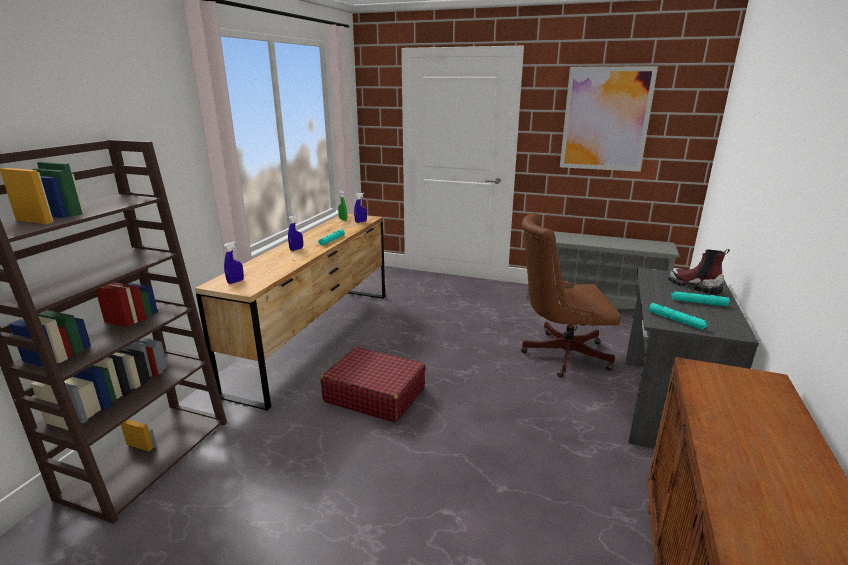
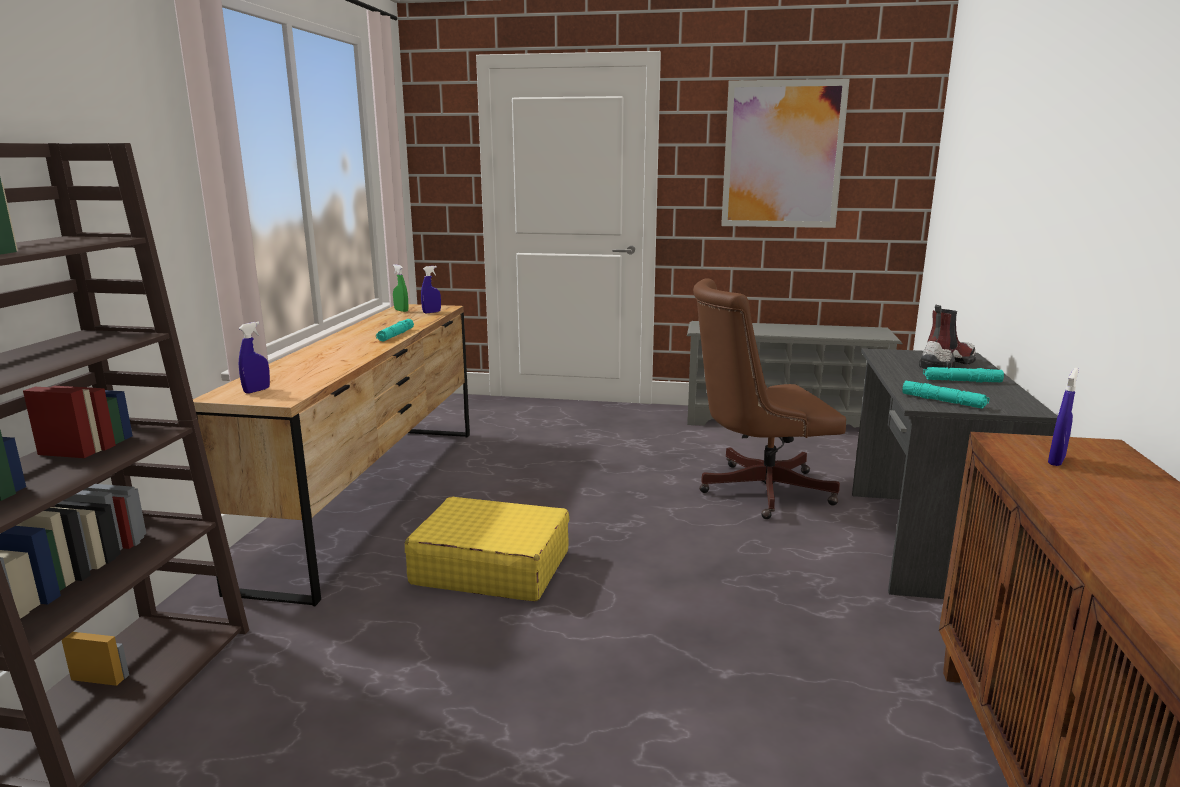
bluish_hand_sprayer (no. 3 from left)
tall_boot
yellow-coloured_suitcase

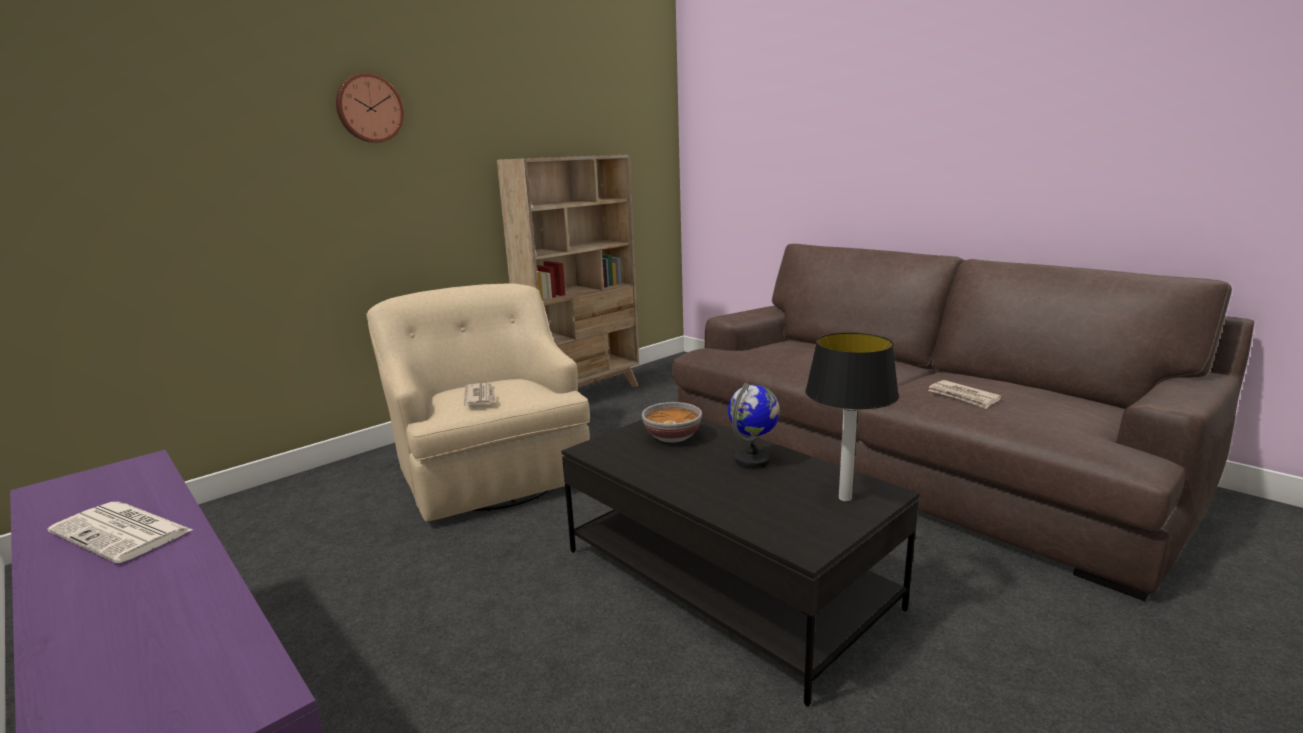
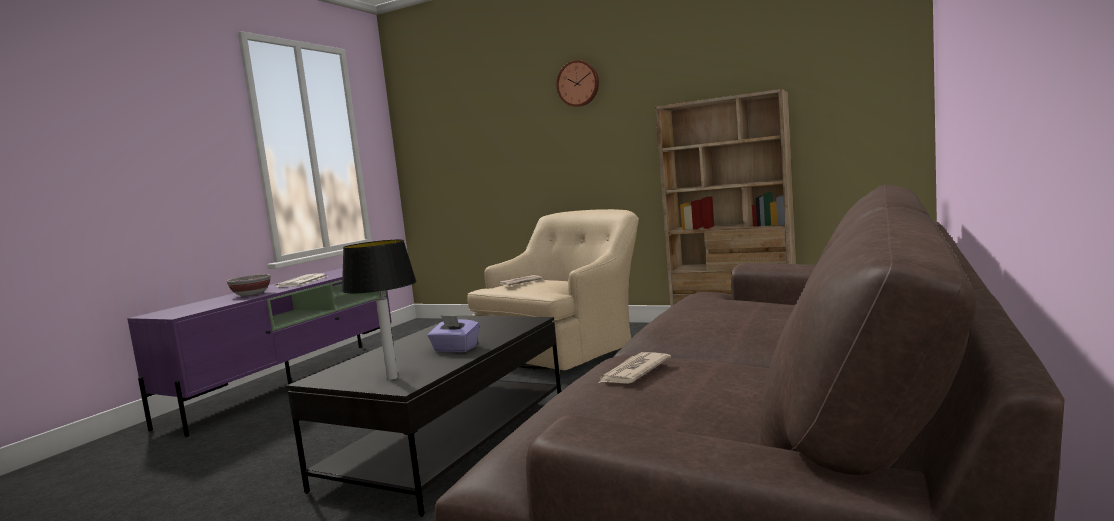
purple-coloured_tissue_holder
serving_bowl

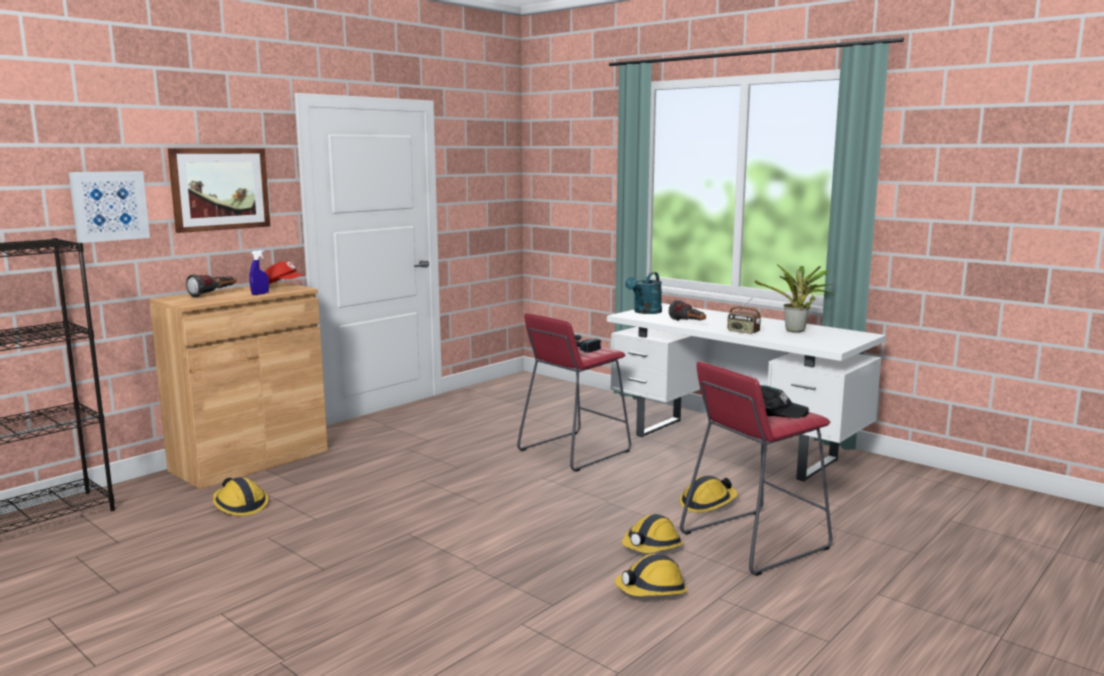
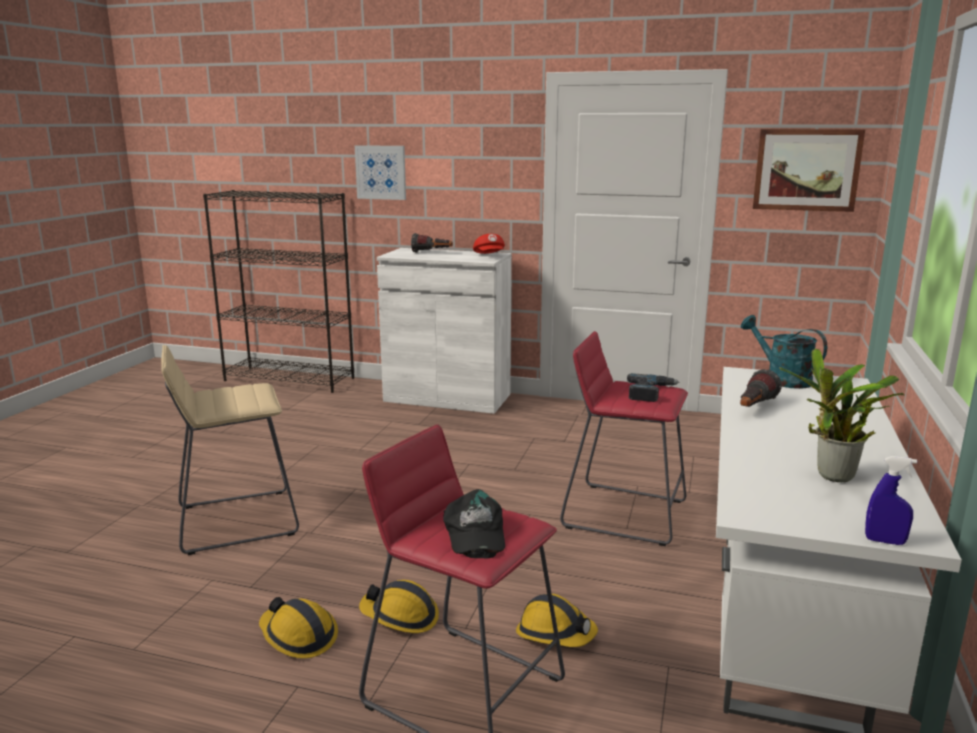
wall_art (no. 2 from left)
bluish_hand_sprayer
turquoise_watering_can
whitish_cupboard
radio_set
safety_helmet (no. 1 from left in the first image)
beige_stool_seat

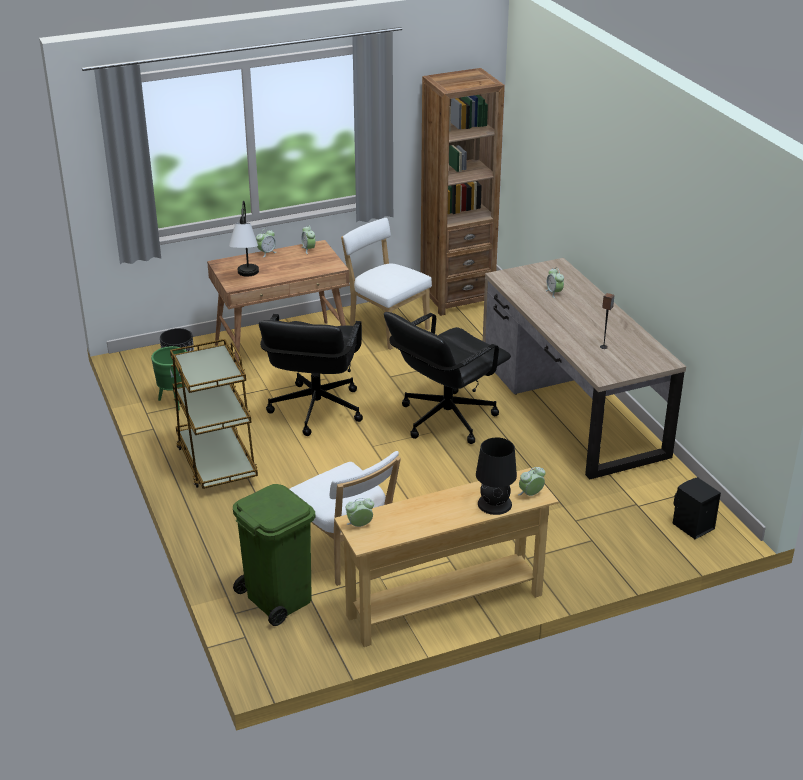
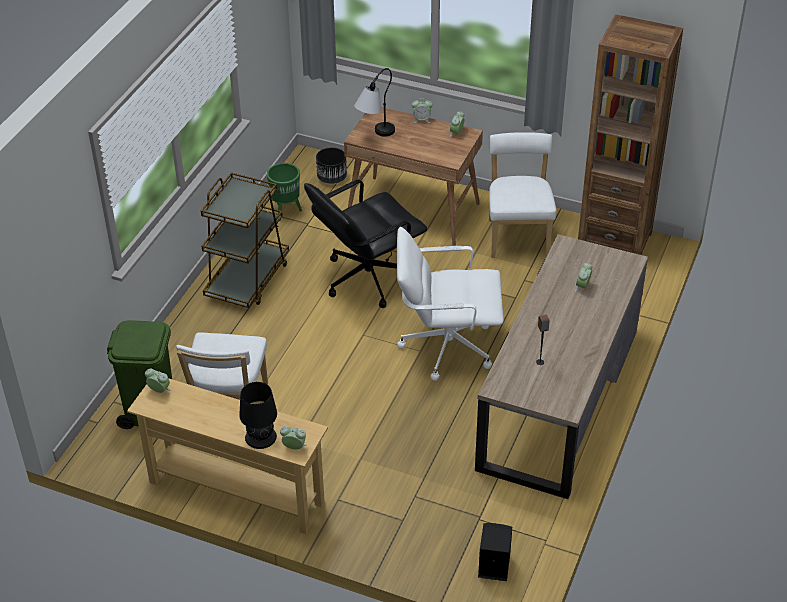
whitish_desk_chair

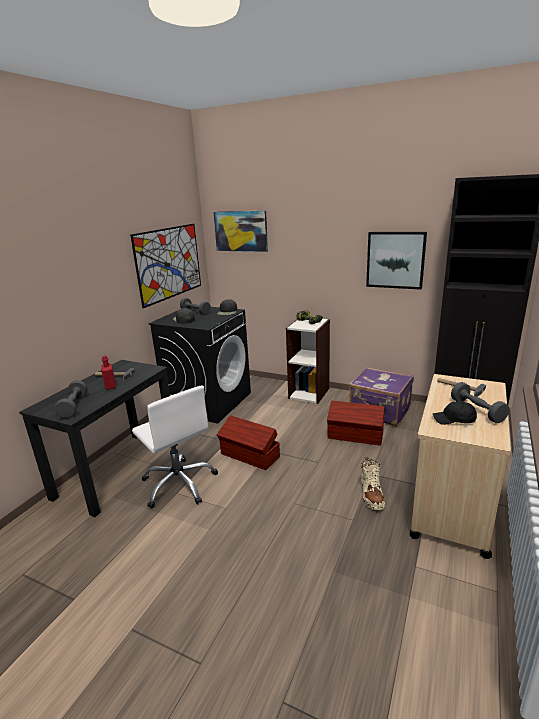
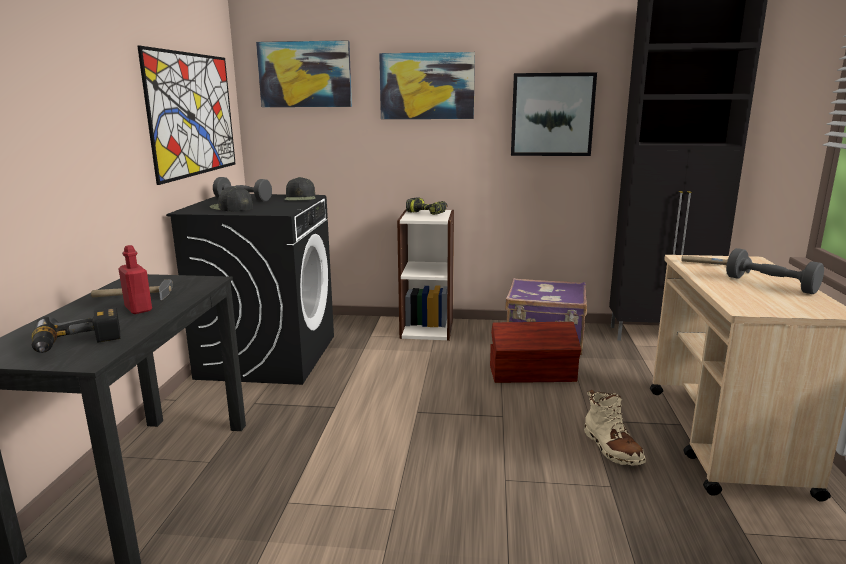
power_drill (no. 1 from left)
whitish_desk_chair
black-coloured_baseball_cap (no. 3 from left in the first image)
brown-coloured_storage_box (no. 1 from left in the first image)
wall_art (no. 3 from left)

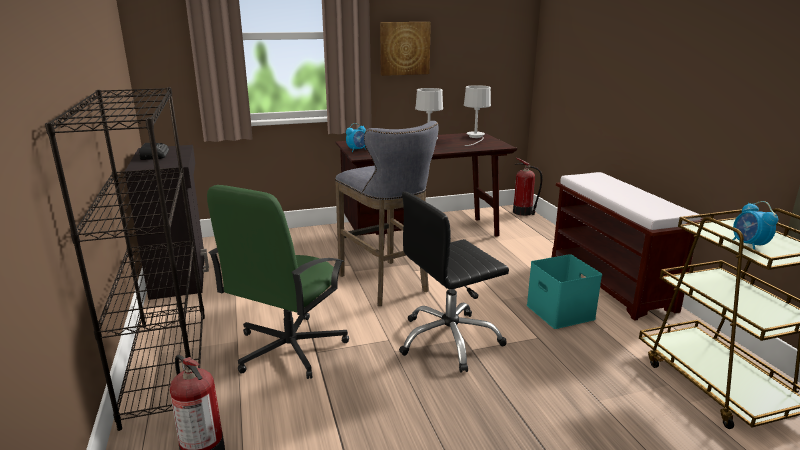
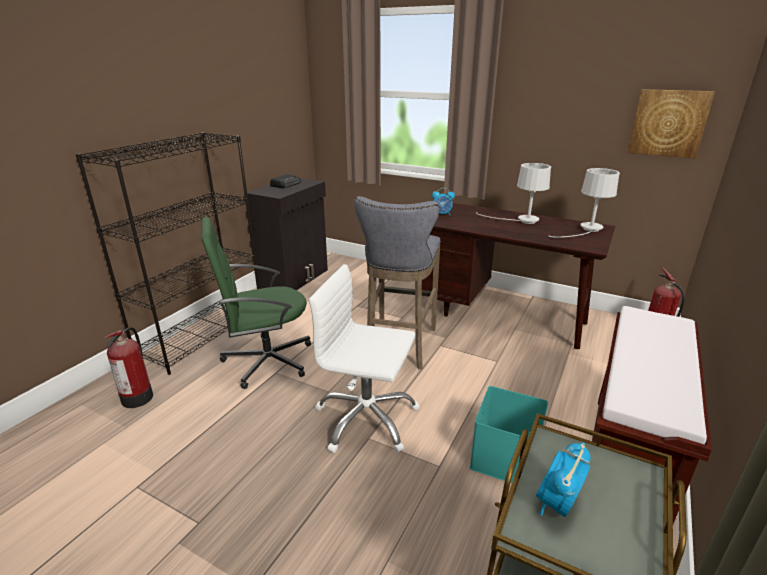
wall_art
whitish_desk_chair

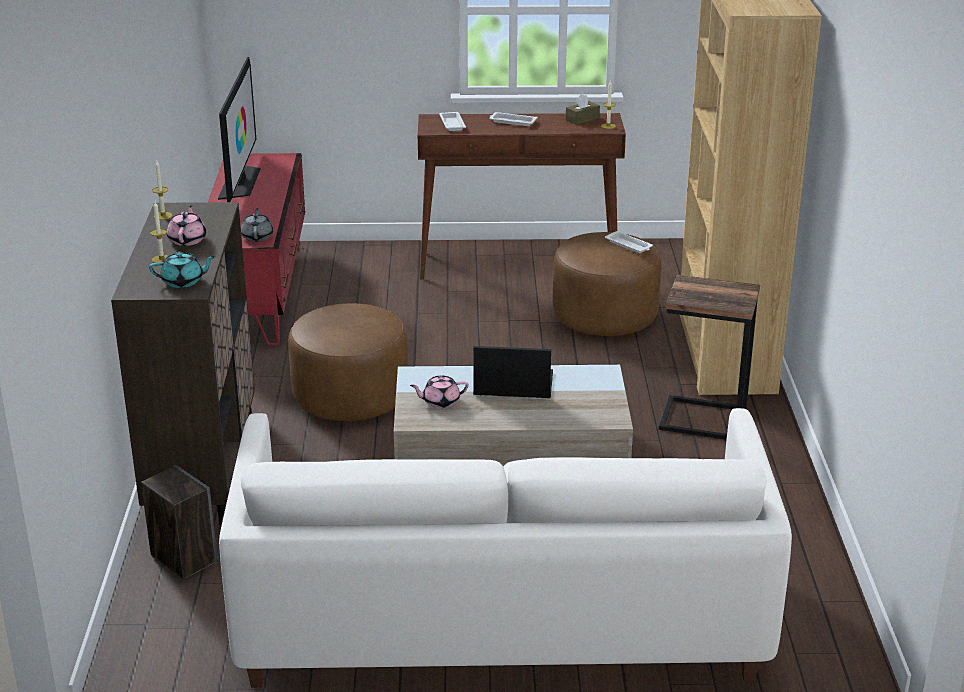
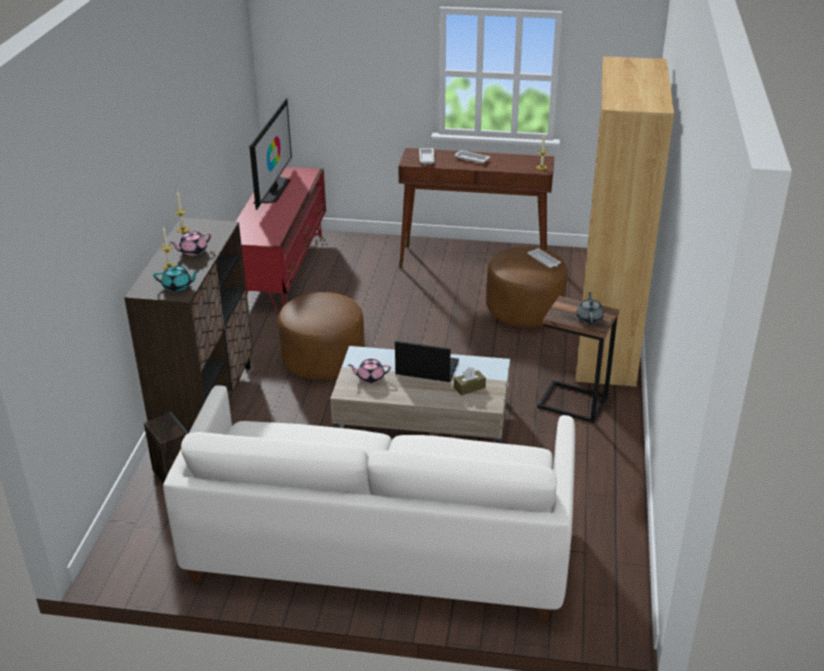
brown-coloured_tissue_holder
pink_tea_pot (no. 1 from left)
gray_tea_pot

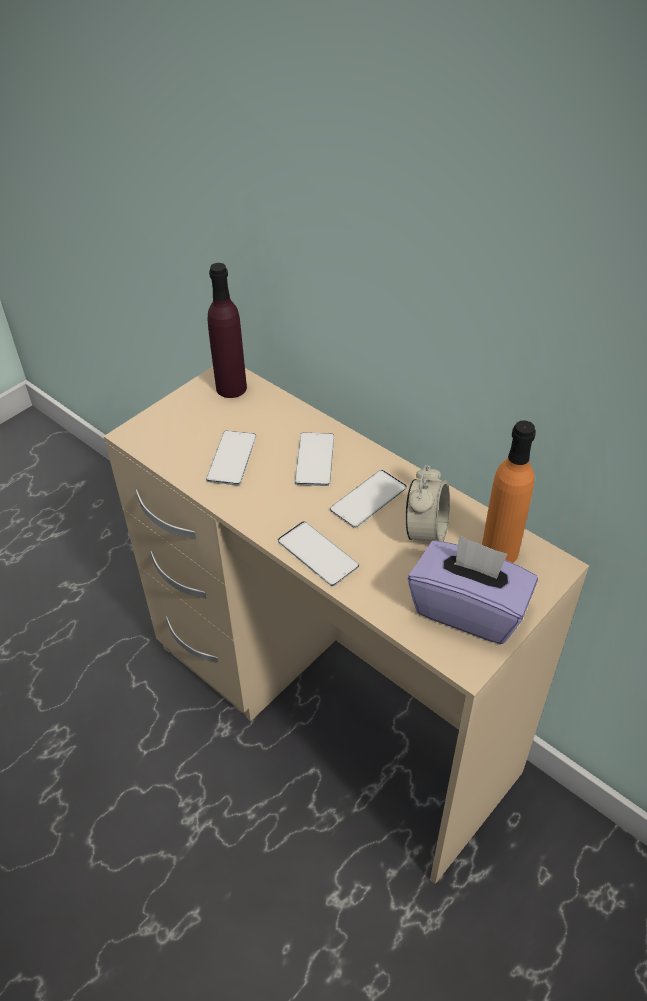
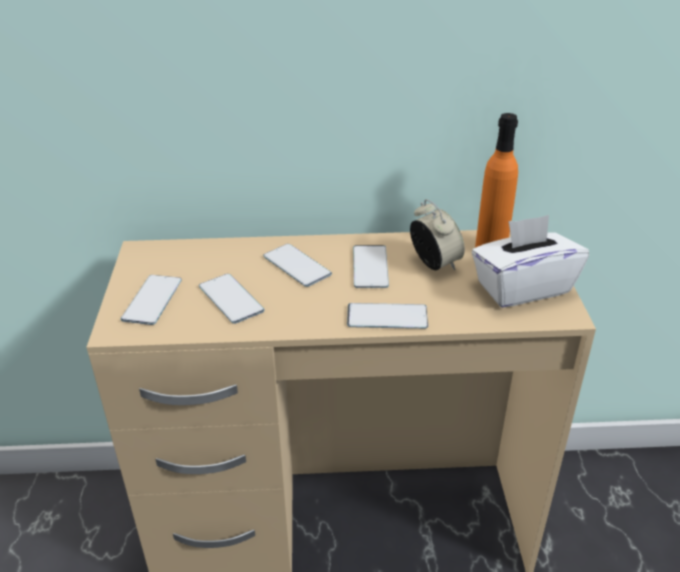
purple-coloured_drink_bottle
whitish_tissue_holder
handset (no. 1 from left)

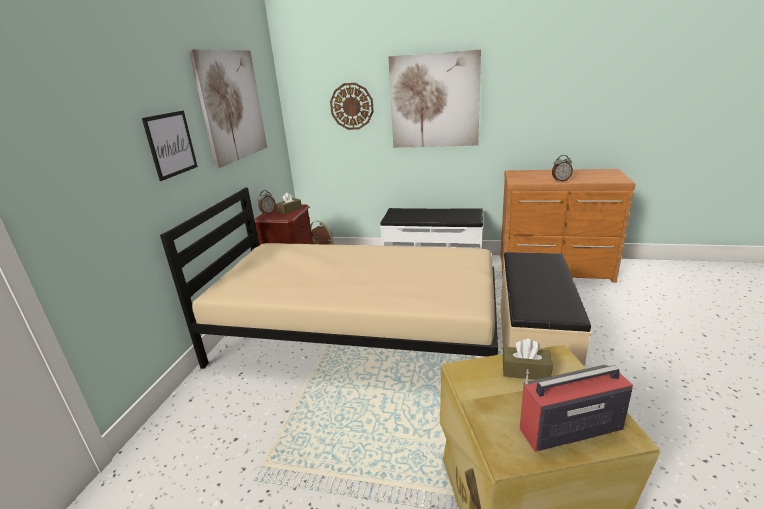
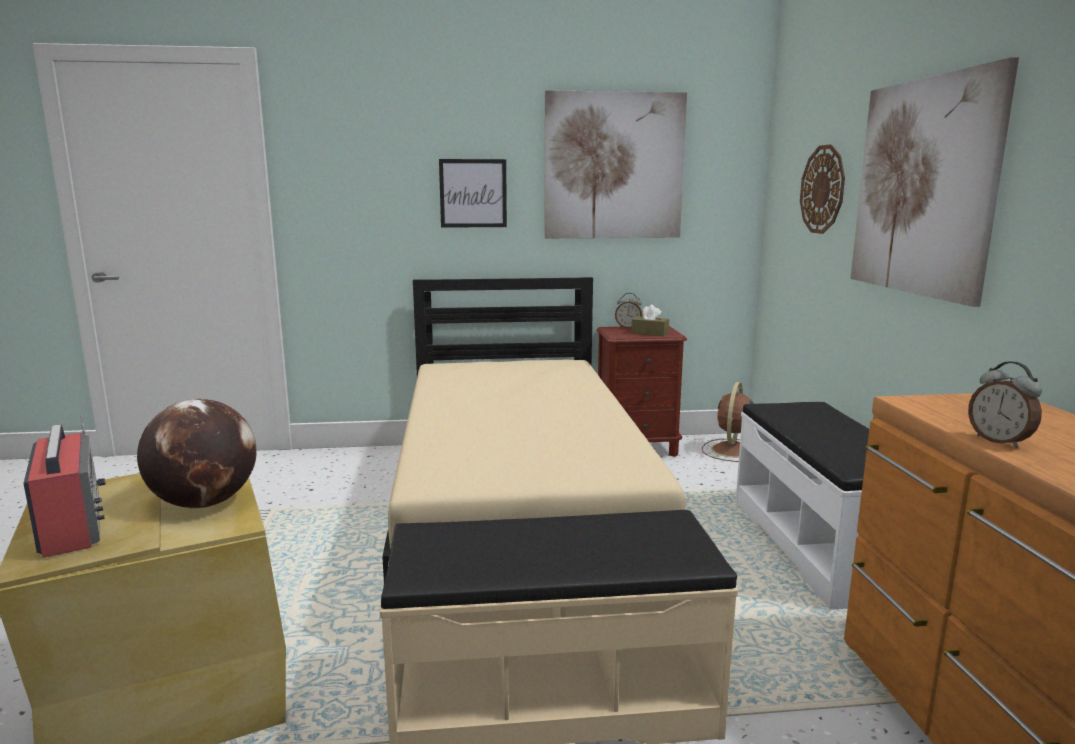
desk_globe

